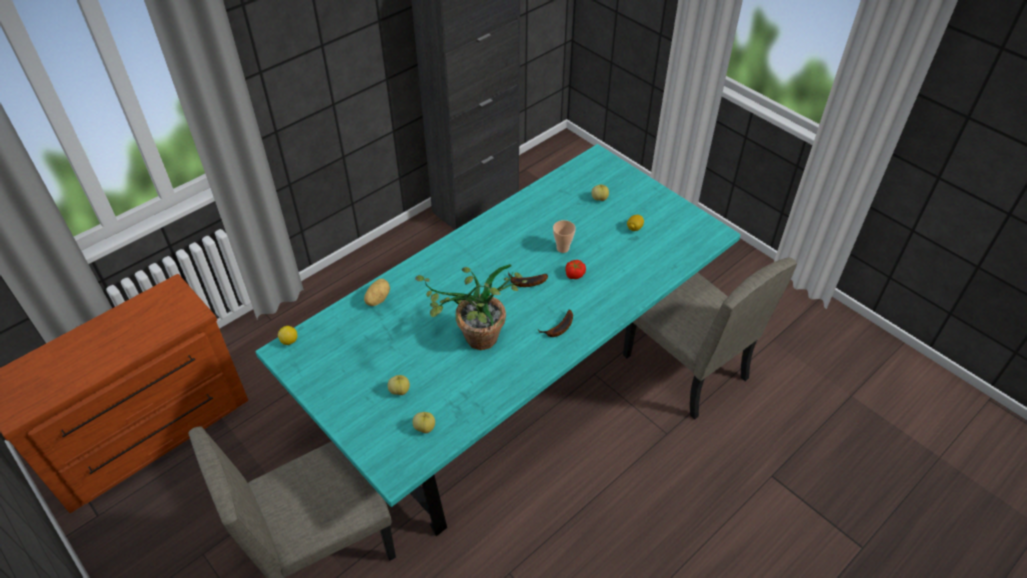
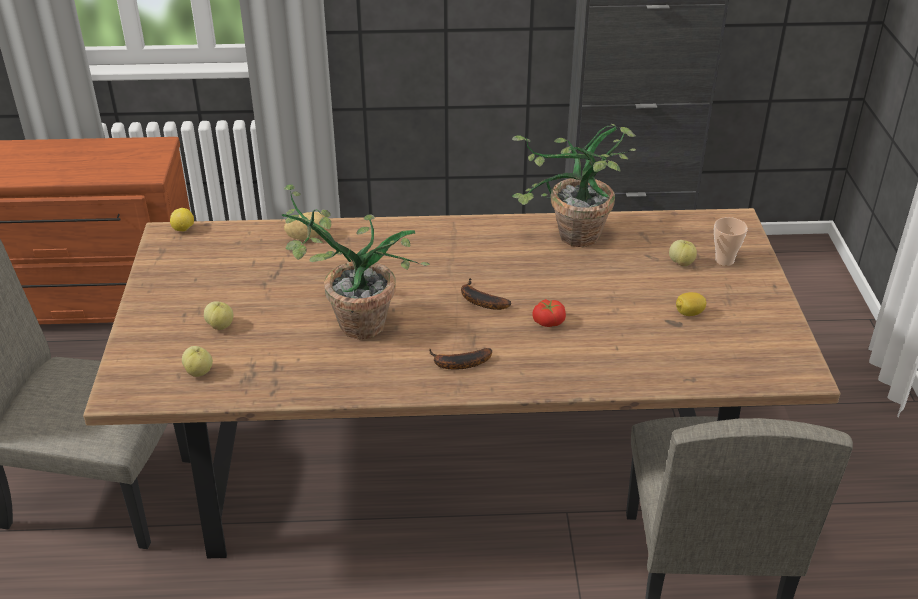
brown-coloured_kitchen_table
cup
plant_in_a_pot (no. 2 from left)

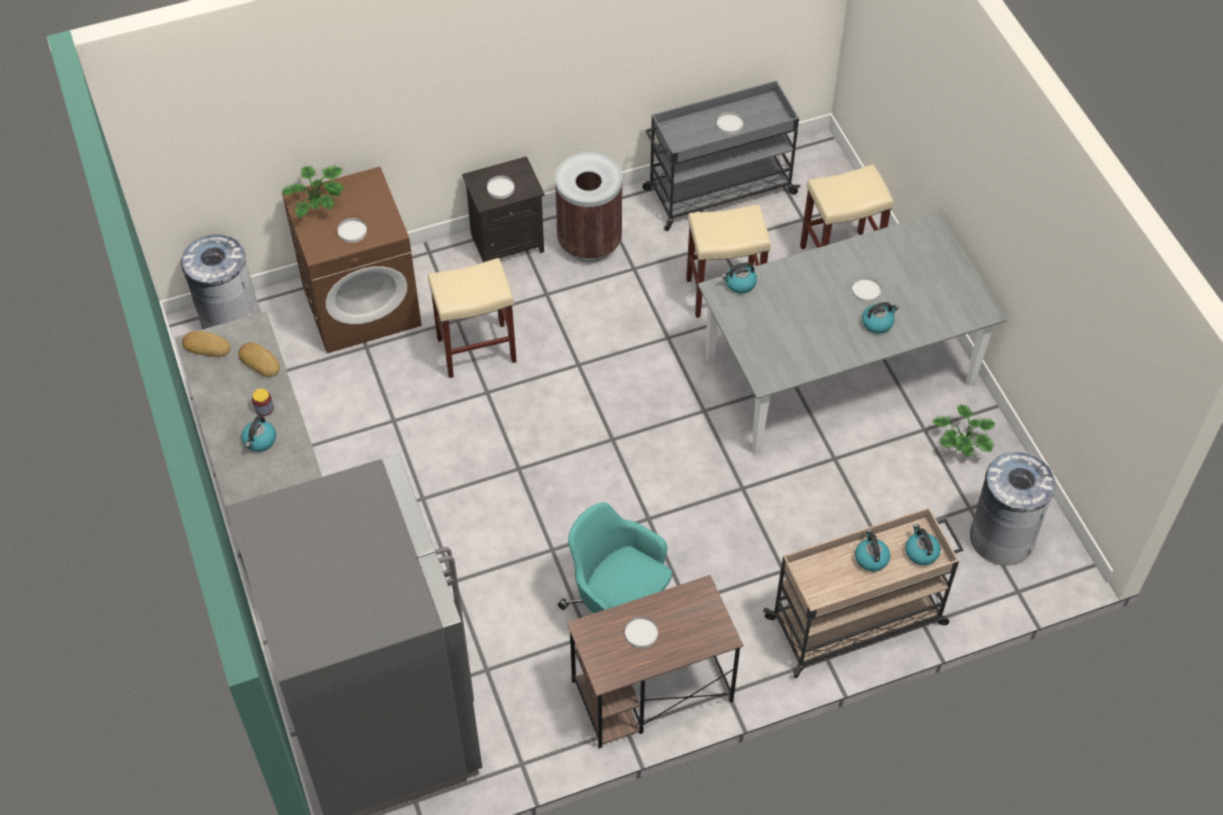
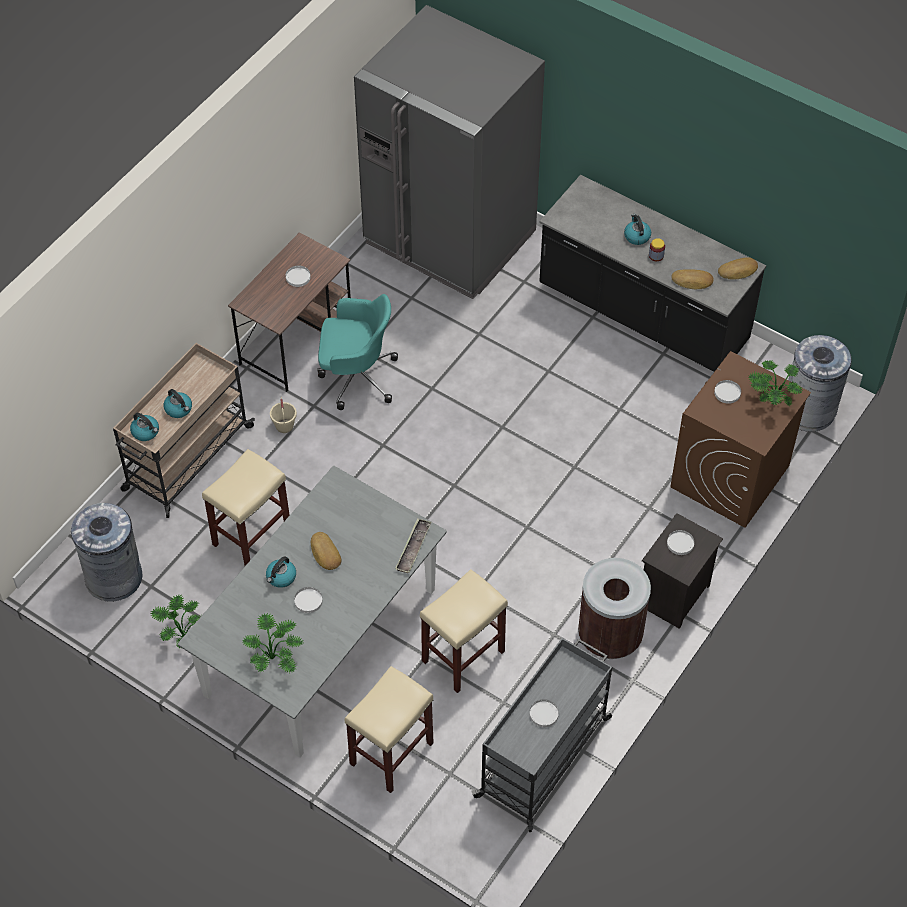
beige_stool_seat (no. 1 from left)
serving_tray
beige_water_bucket
bakery_bread (no. 1 from left)
plant_in_a_pot (no. 2 from left)

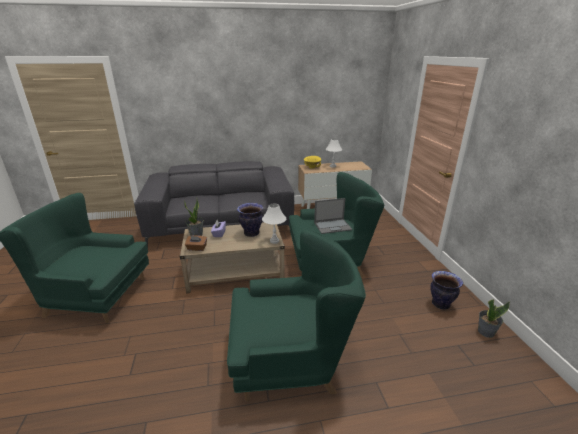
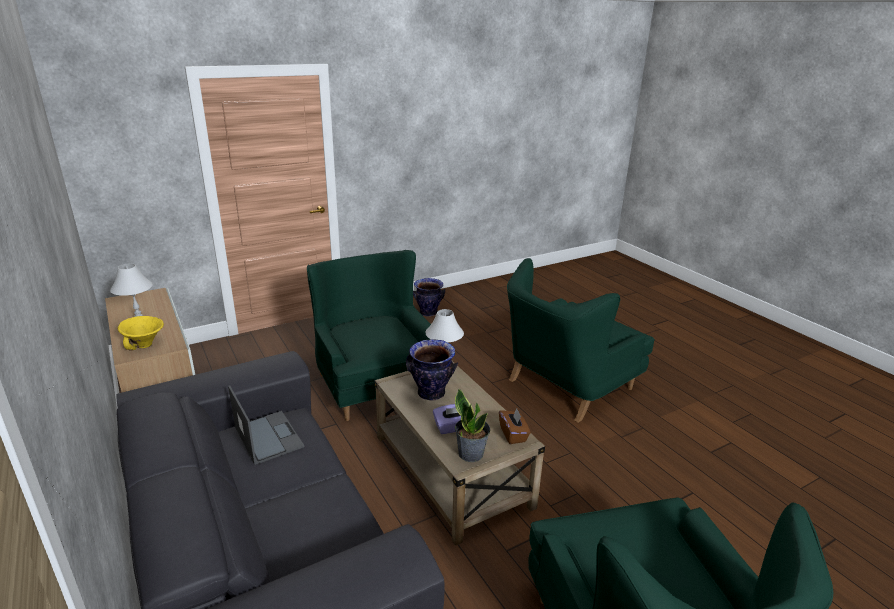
portable_computer
greenish_armchair (no. 2 from left)
plant_in_a_pot (no. 2 from left in the first image)

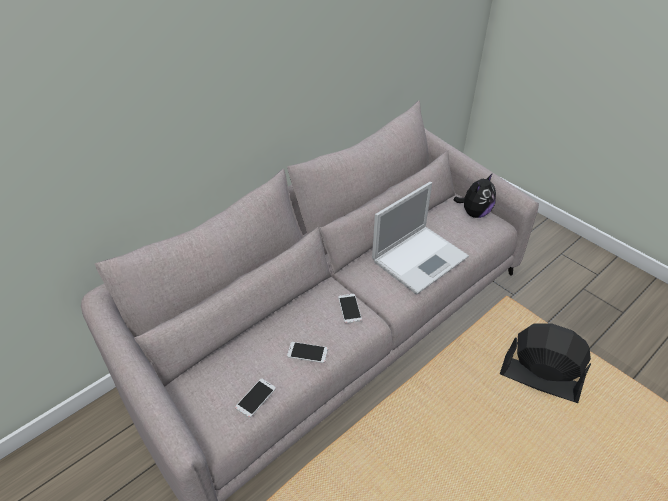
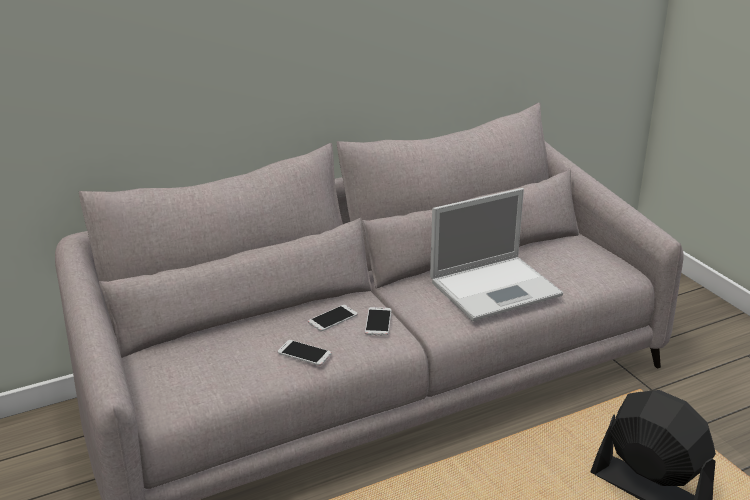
cuddly_toy
handset (no. 2 from left)

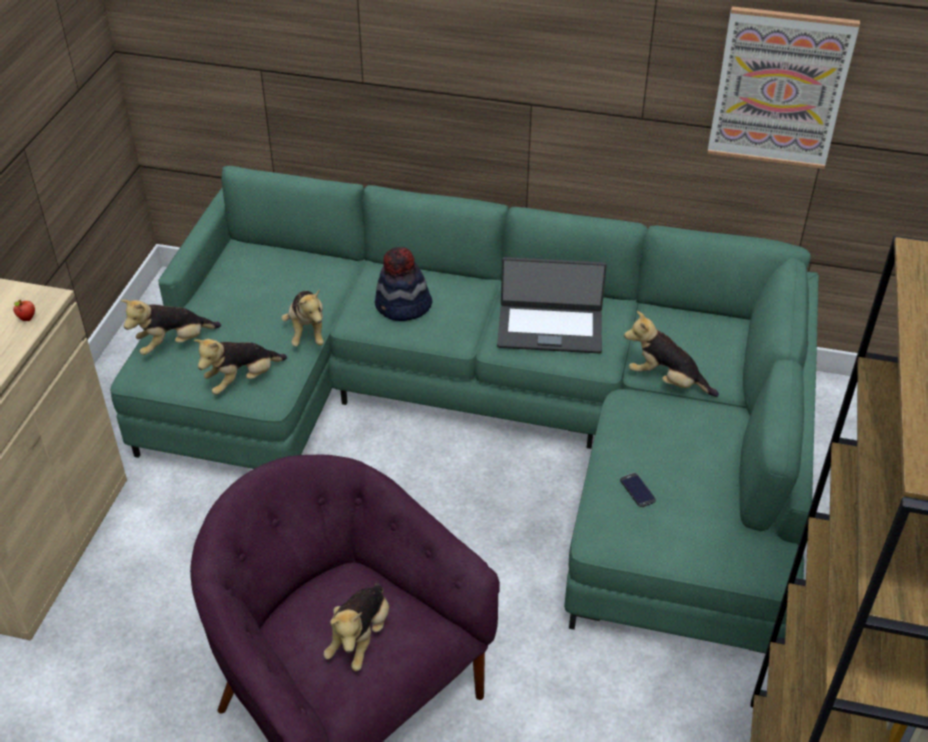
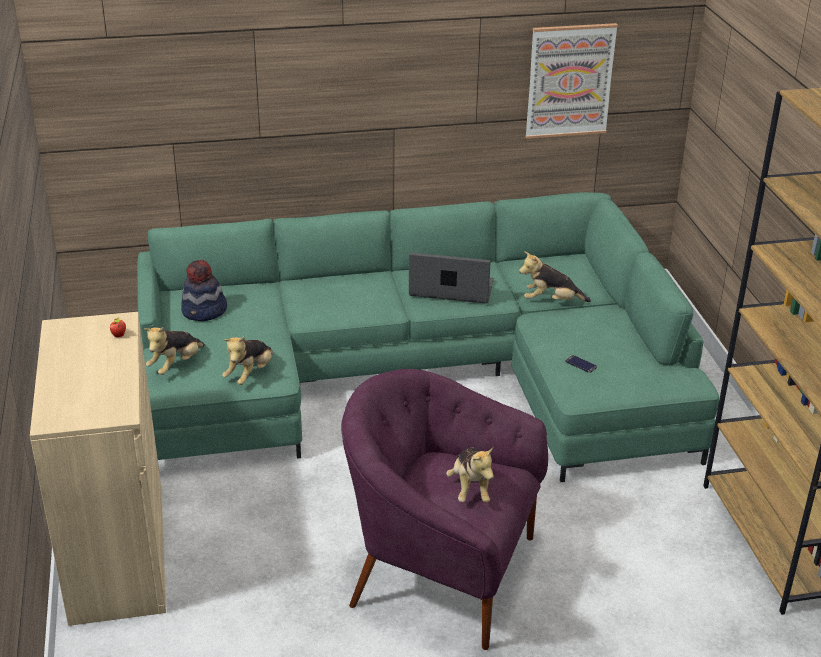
wearable_hat
portable_computer
cuddly_toy (no. 3 from left in the first image)

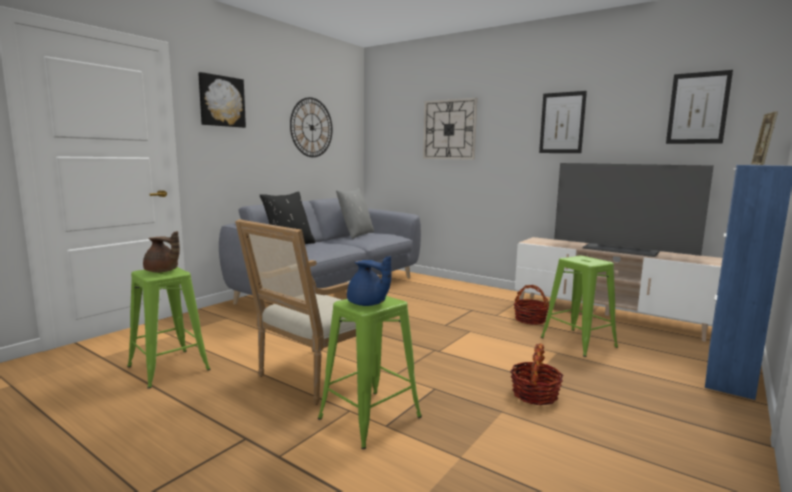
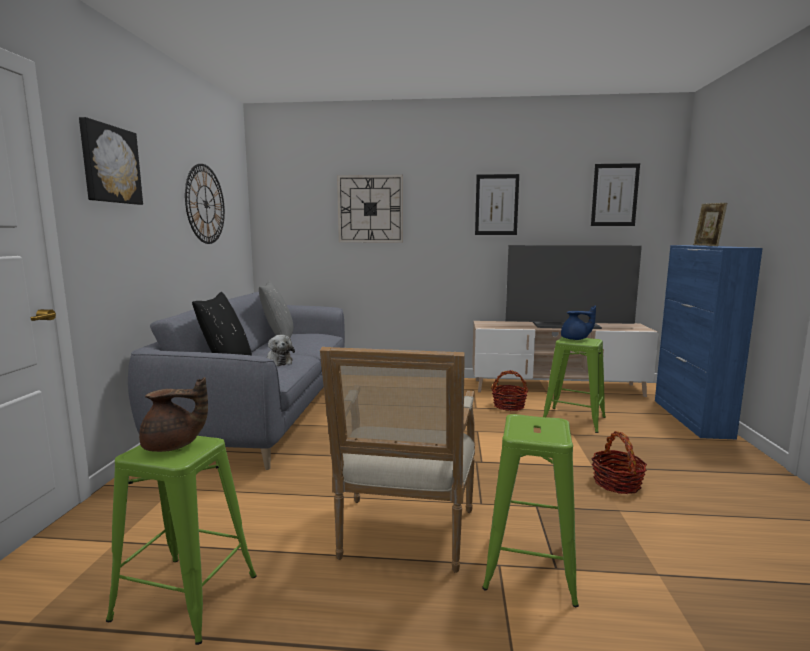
bluish_tea_pot
cuddly_toy

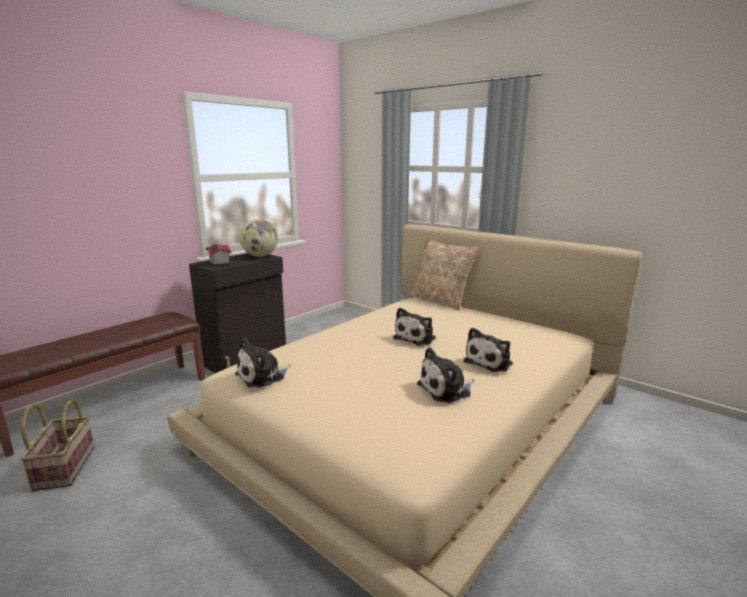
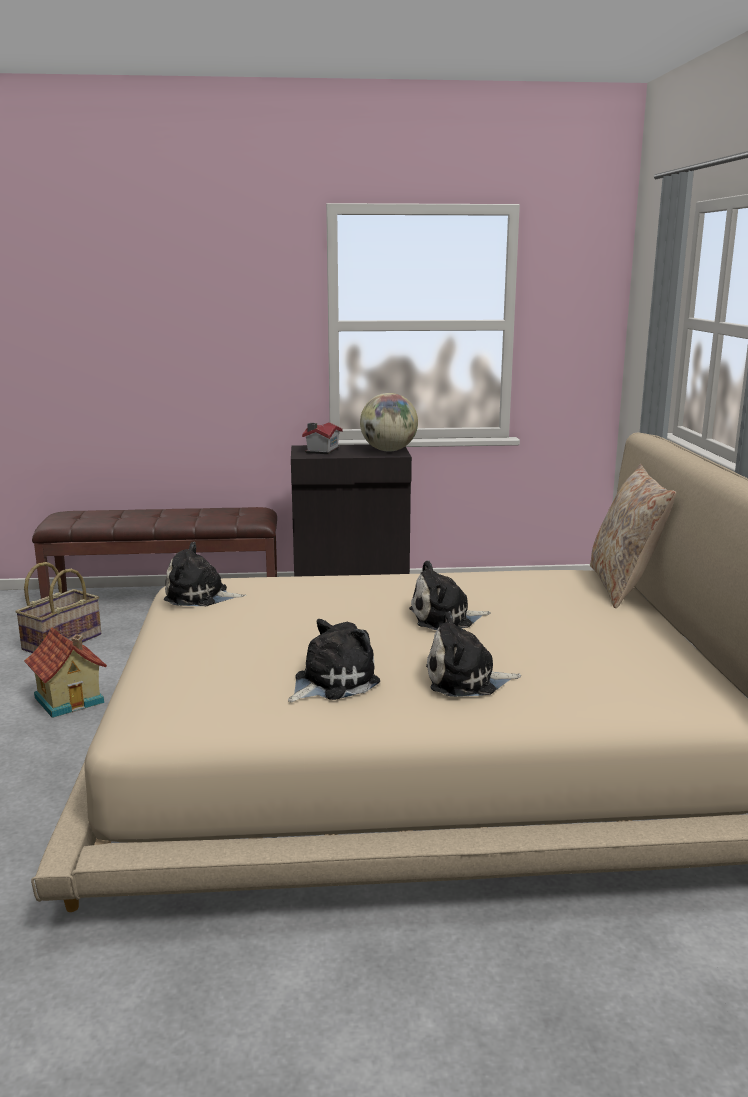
cuddly_toy (no. 2 from left)
toy_house (no. 1 from left)

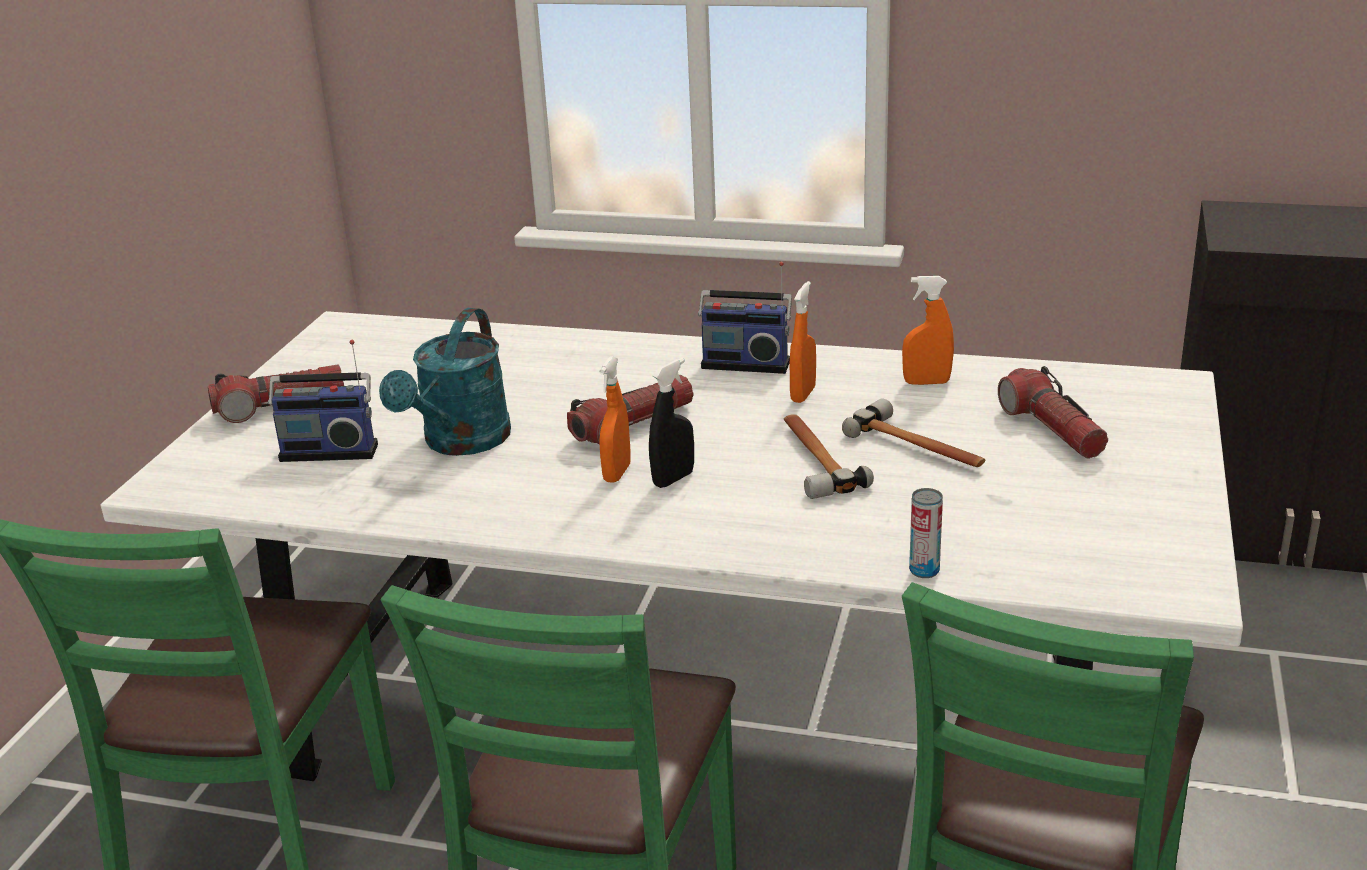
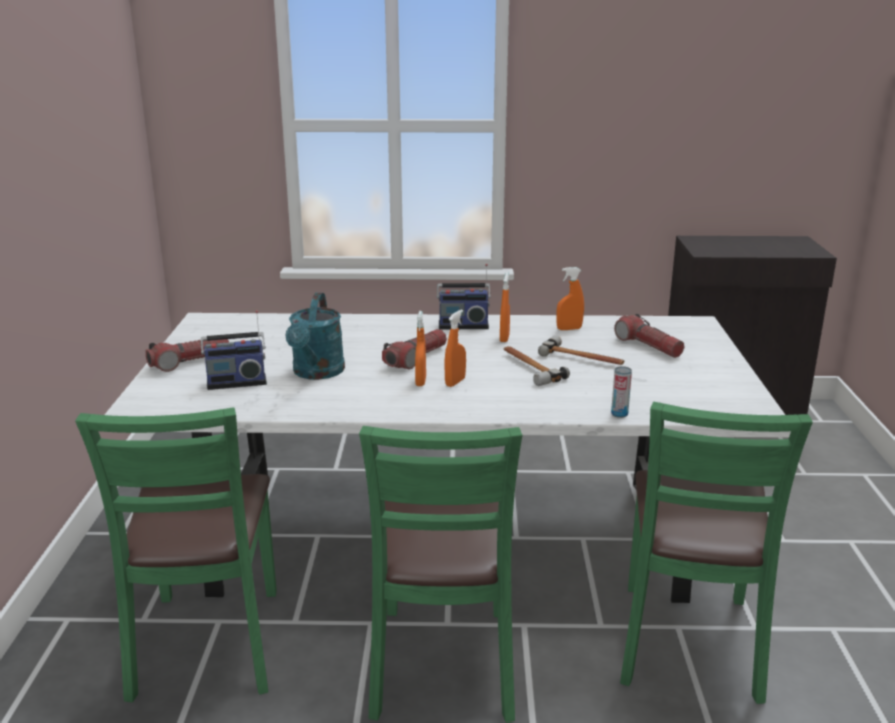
orange-coloured_hand_sprayer (no. 2 from left)

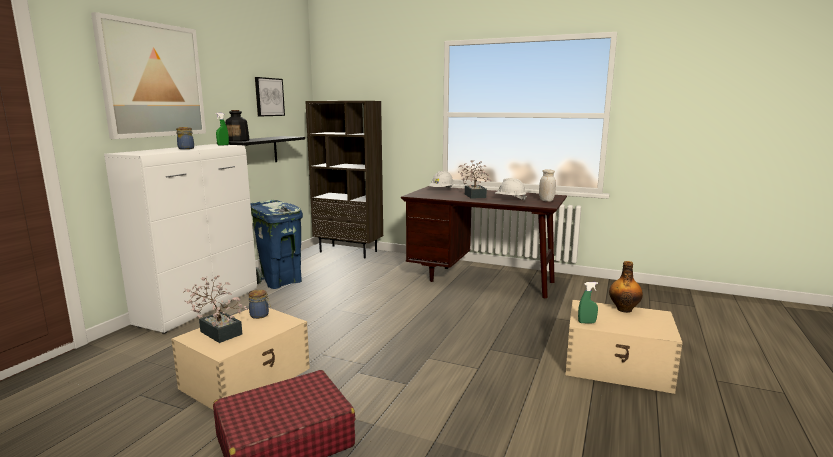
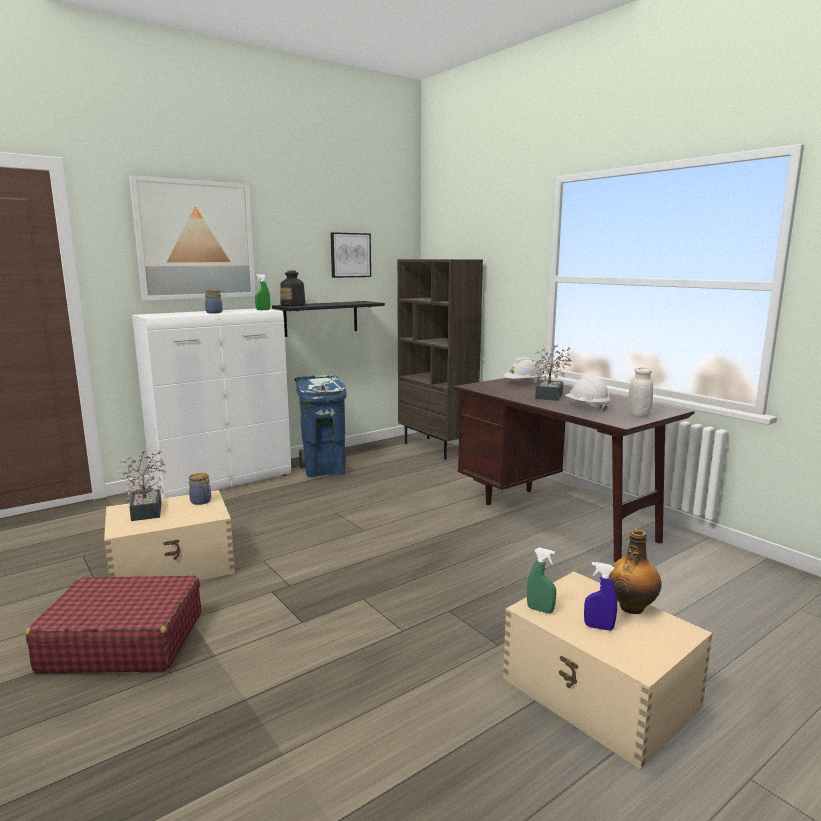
bluish_hand_sprayer

